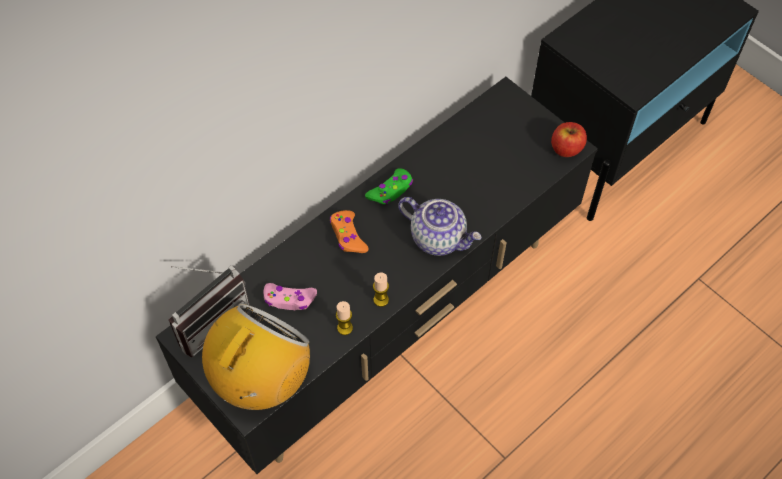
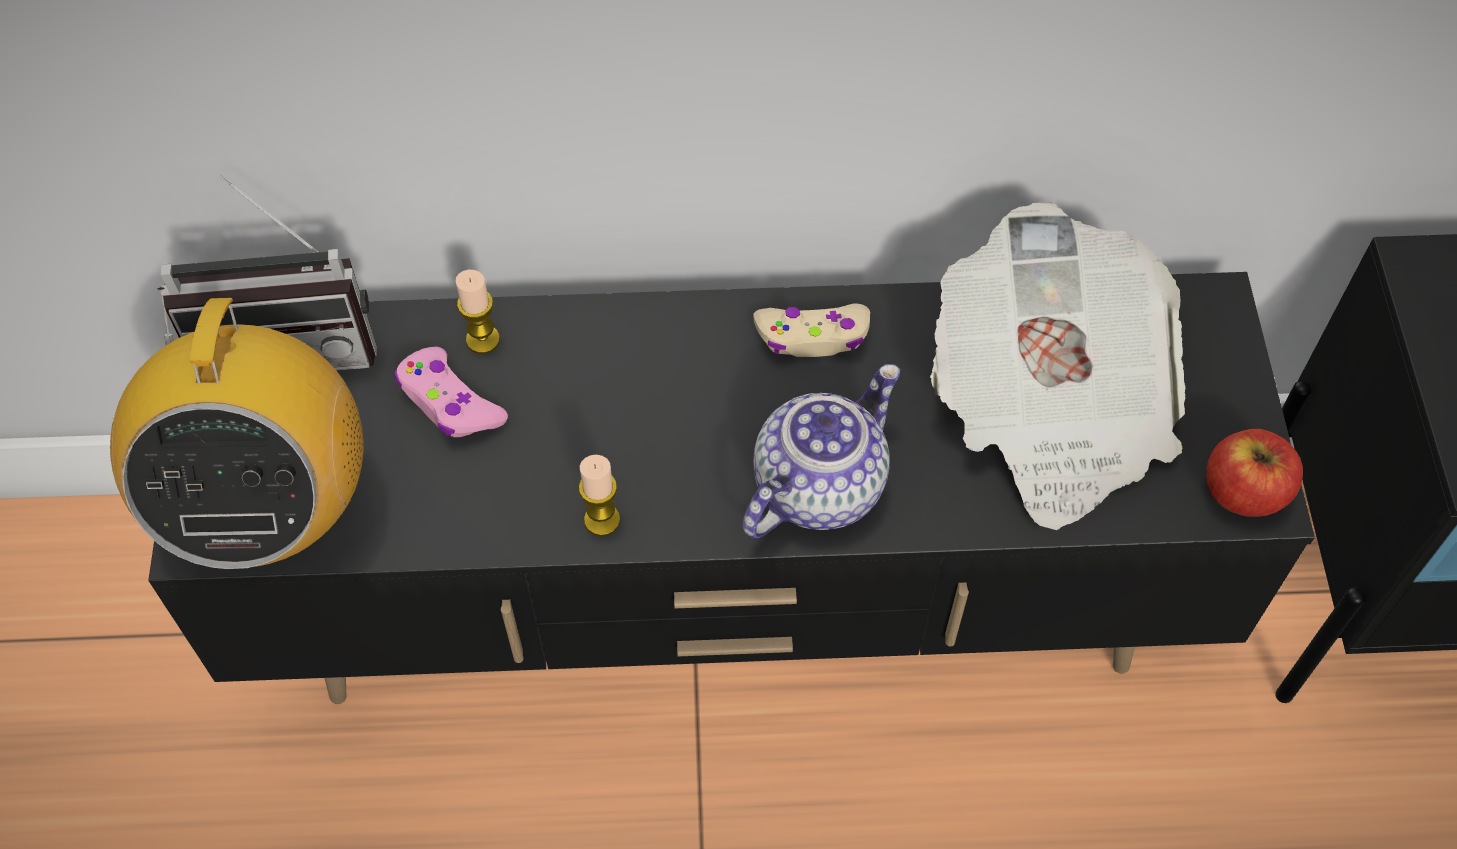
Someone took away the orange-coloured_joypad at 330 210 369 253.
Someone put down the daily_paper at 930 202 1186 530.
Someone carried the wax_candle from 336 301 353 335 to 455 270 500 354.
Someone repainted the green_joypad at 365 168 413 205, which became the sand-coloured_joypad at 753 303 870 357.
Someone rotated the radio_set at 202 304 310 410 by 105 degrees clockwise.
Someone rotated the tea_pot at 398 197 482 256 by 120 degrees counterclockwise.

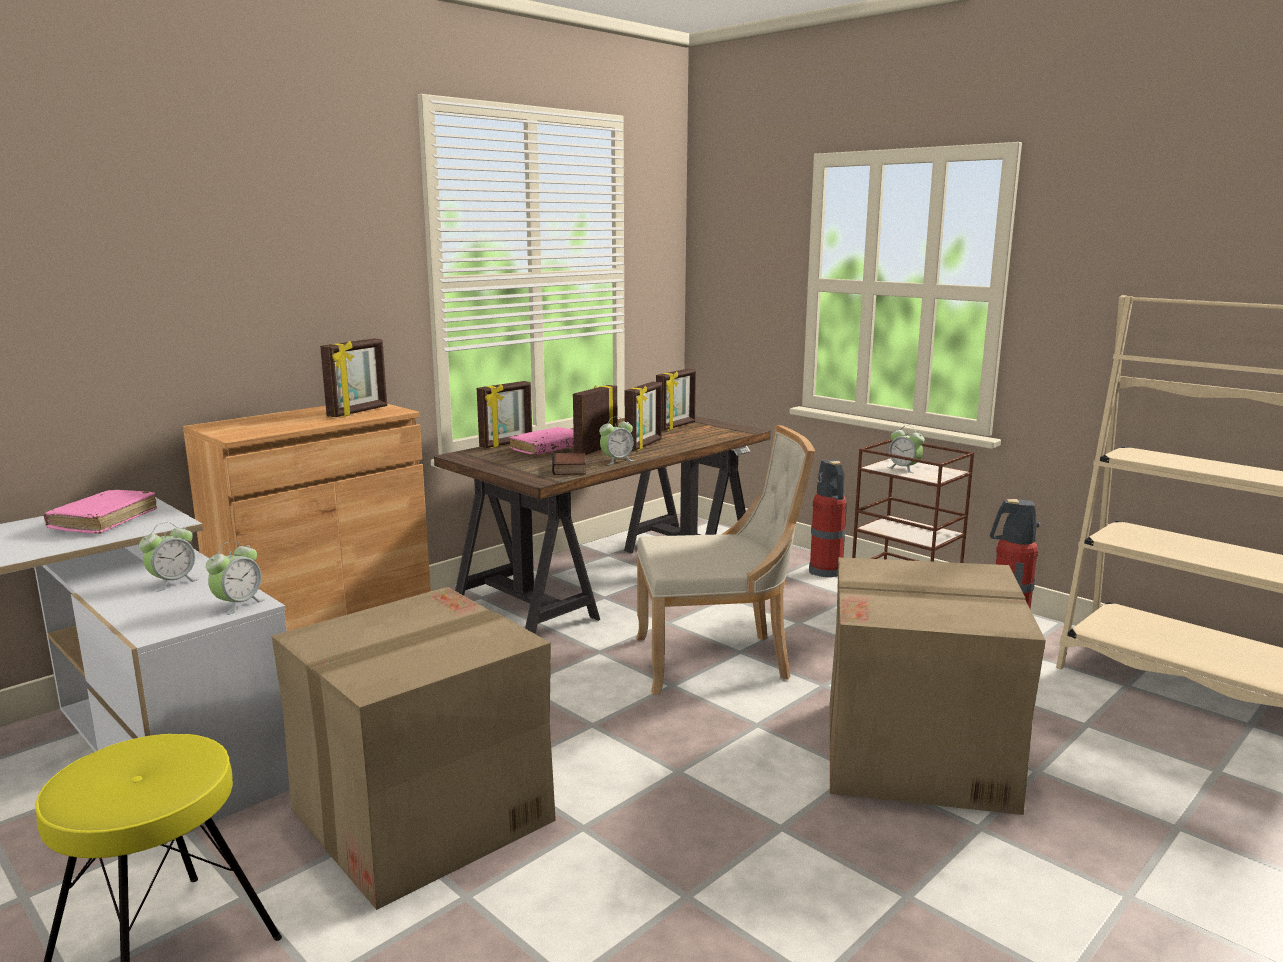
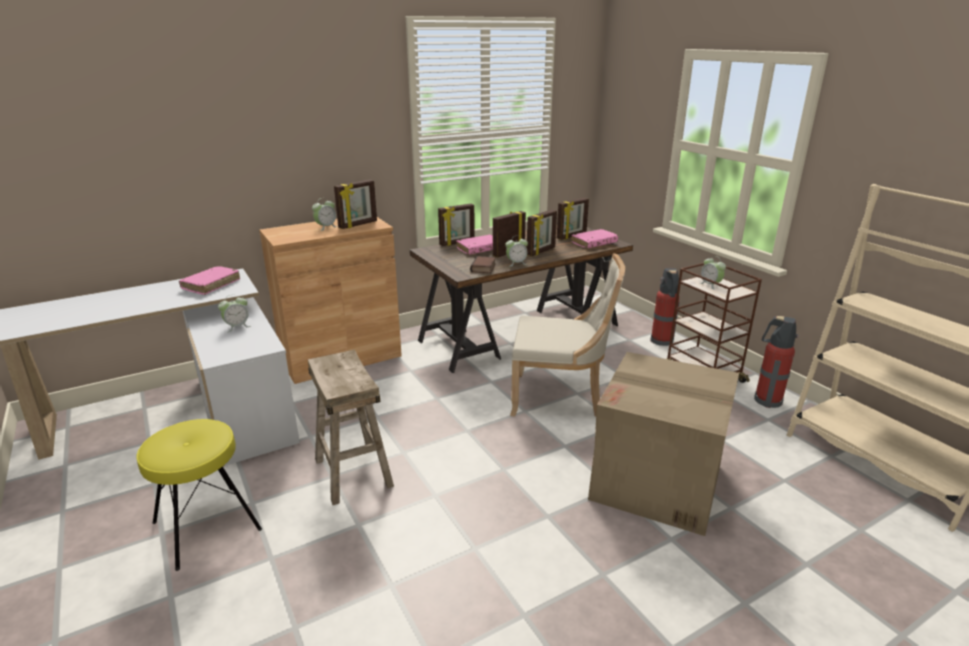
Someone put down the pink-coloured_book at 571 229 618 248.
Someone carried the bedside_clock from 206 541 265 615 to 312 198 338 231.
Someone swapped the carton at 271 587 556 910 for the sand-coloured_sitting_stool at 308 350 394 505.

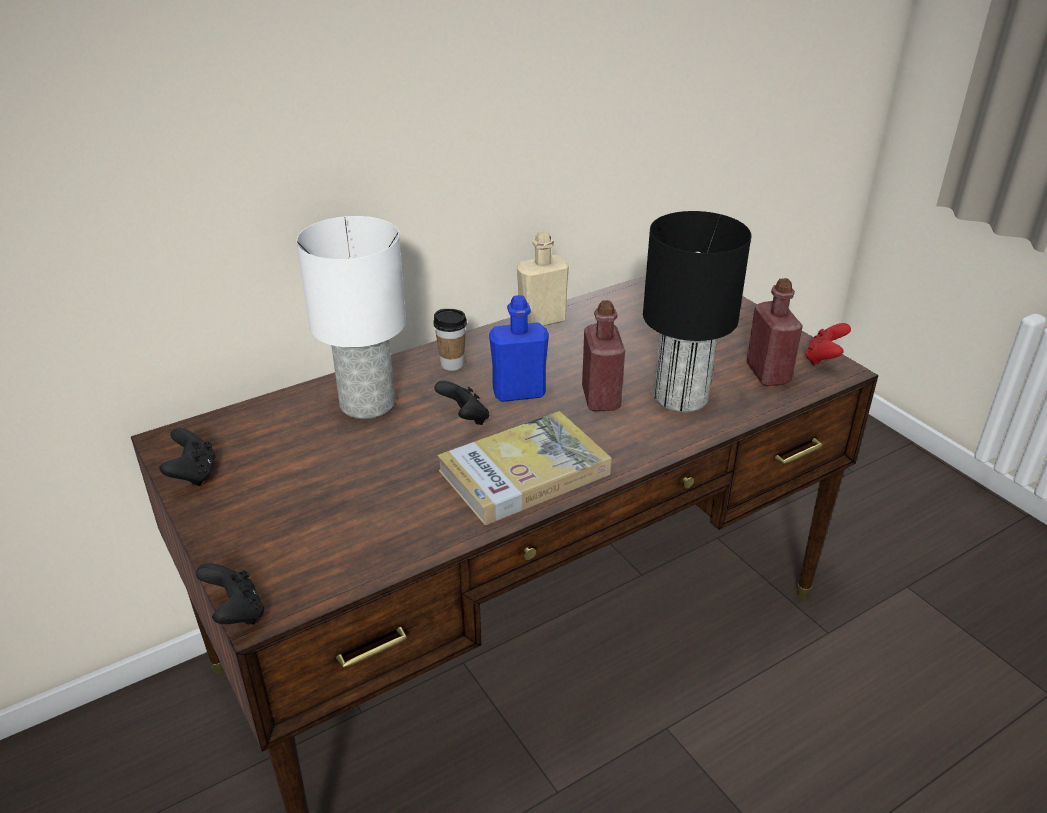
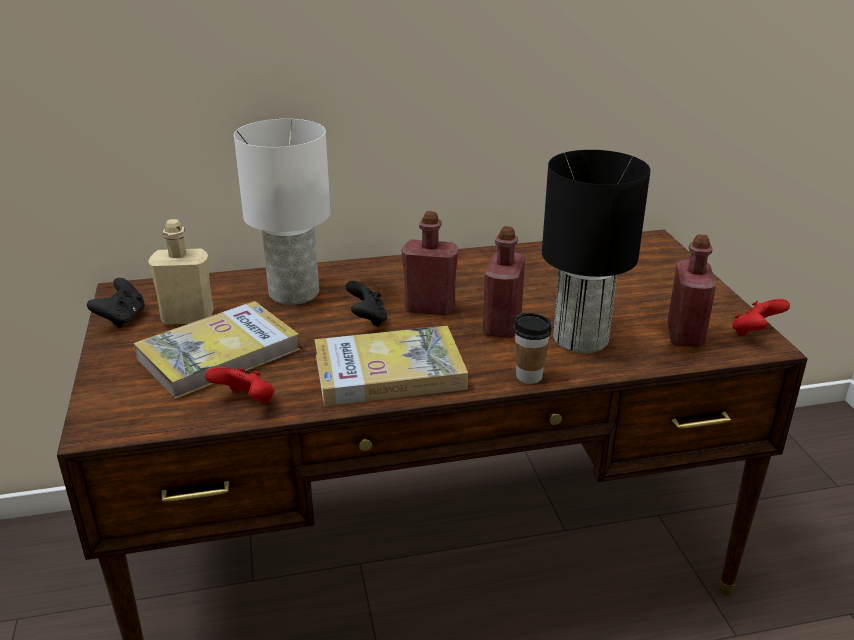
Someone took away the black_joypad at 196 563 264 625.
Someone put down the book at 134 301 300 399.
Someone put down the red-coloured_joypad at 205 367 275 403.
Someone carried the drinking_cup from 433 309 467 371 to 514 313 552 384.
Someone carried the sand-coloured_bottle from 517 230 569 326 to 148 219 214 325.
Someone repainted the blue-coloured_bottle at 489 295 549 402, which became the red-coloured_bottle at 402 211 459 316.

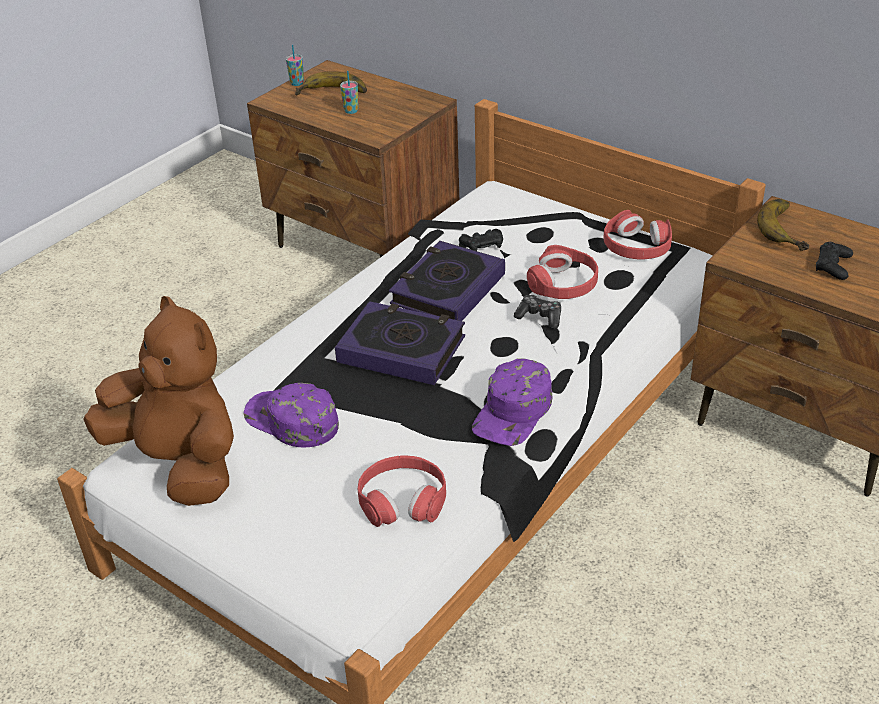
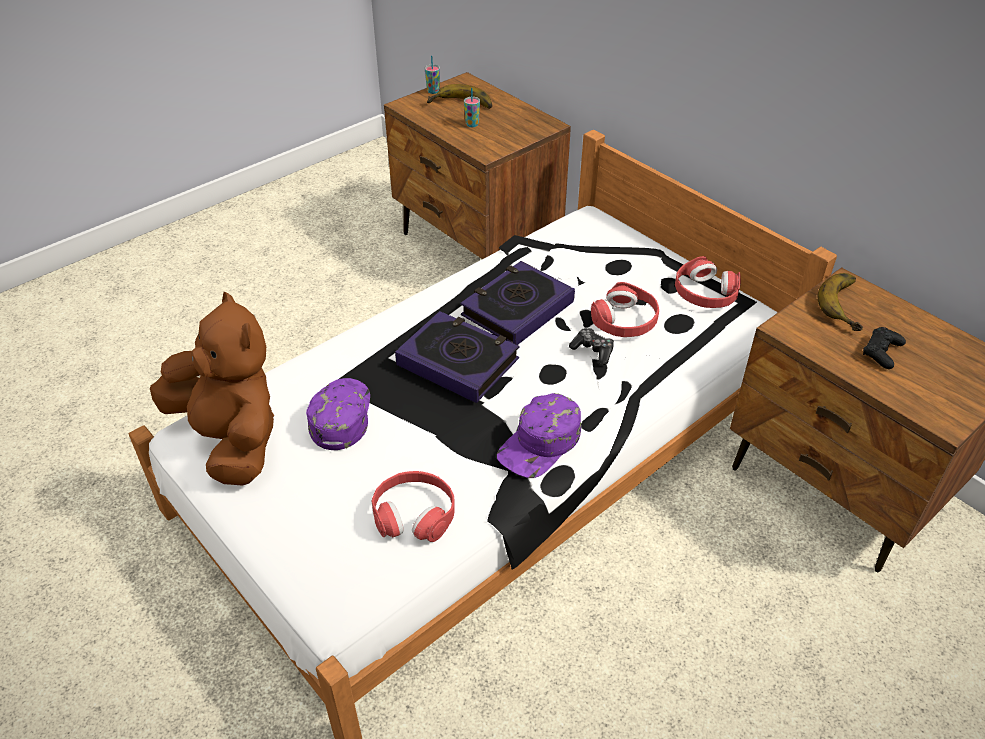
Someone took away the black_joypad at 459 229 503 251.
Someone rotated the purplish_baseball_cap at 243 383 339 447 by 45 degrees clockwise.

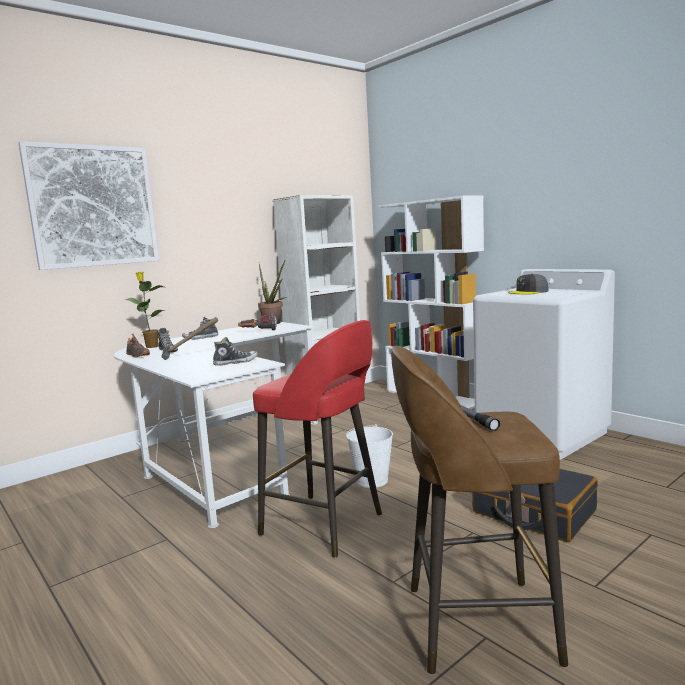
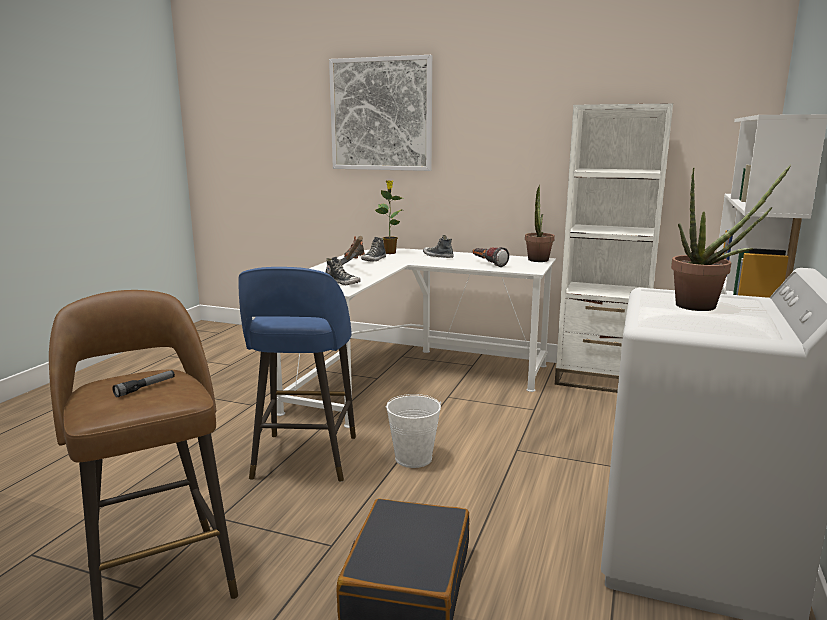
Someone swapped the grey_baseball_cap at 508 274 549 294 for the potted_plant at 671 164 791 311.
Someone repainted the red-coloured_sitting_stool at 253 320 382 558, which became the blue-coloured_sitting_stool at 238 267 356 482.

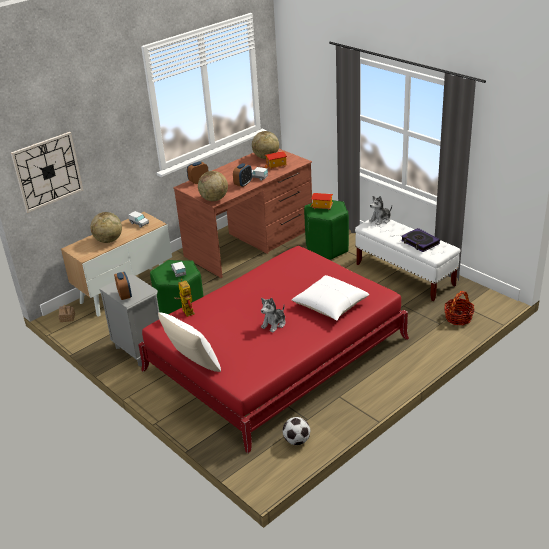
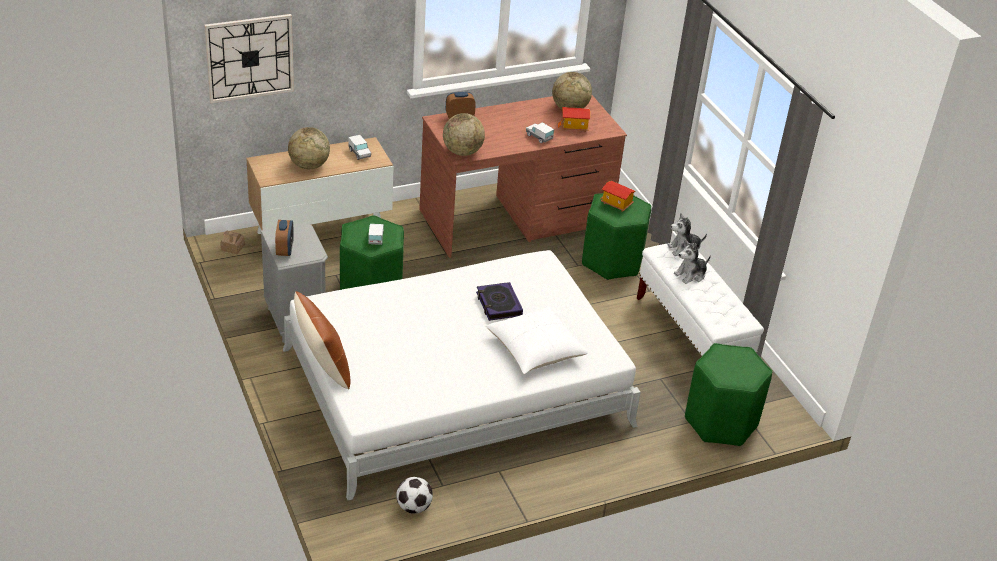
Someone took away the toy_robot at 174 279 195 317.
Someone took away the bedside_clock at 233 163 252 187.
Someone carried the soft_toy from 261 298 286 333 to 674 239 711 284.
Someone carried the book from 401 228 440 252 to 476 282 523 321.
Someone swapped the basket at 444 291 475 325 for the green_sitting_stool at 685 343 772 446.
Someone repainted the red-coloured_bed at 138 246 409 453, which became the white-coloured_bed at 283 250 641 501.
Someone repainted the white-coloured_pillow at 158 312 221 372, which became the brownish_pillow at 294 291 350 389.

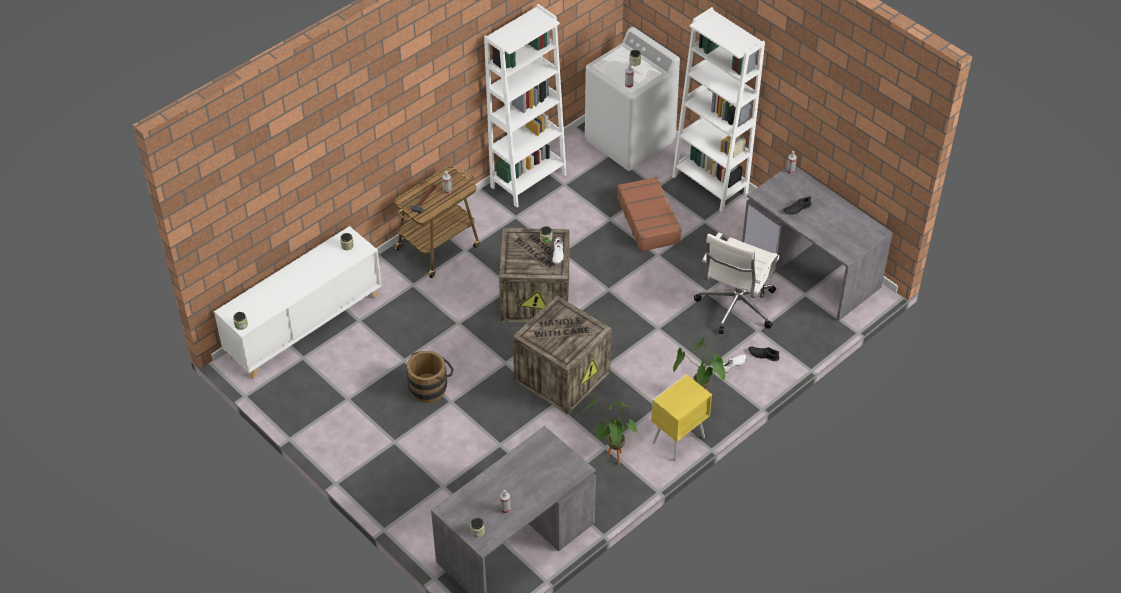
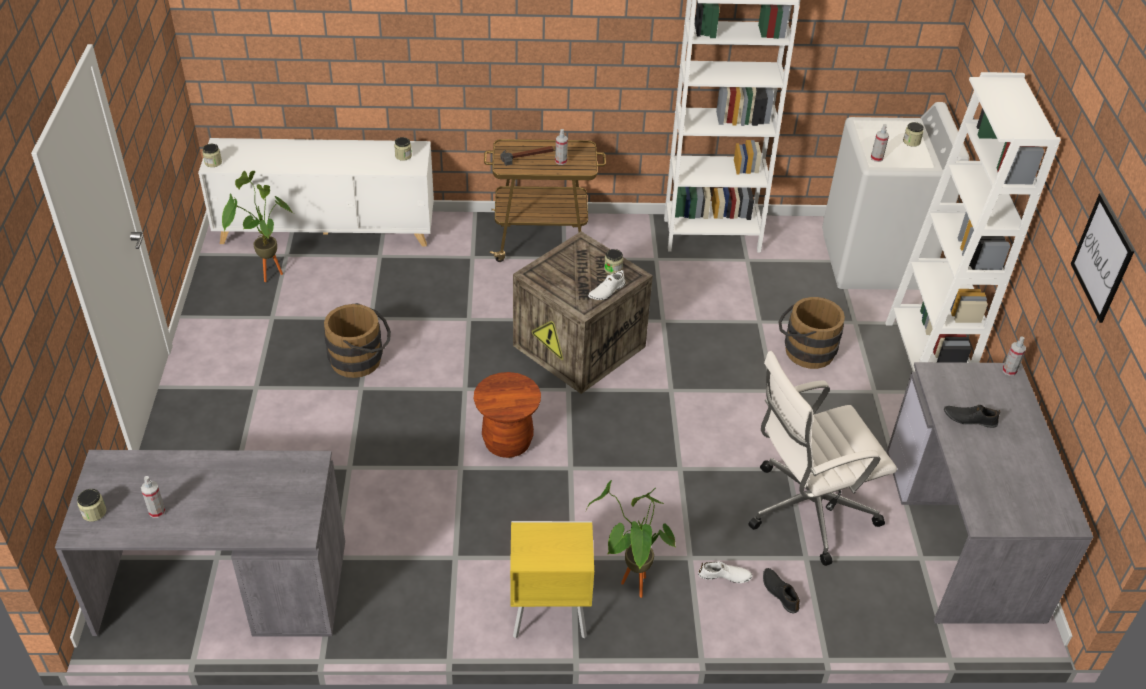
Someone put up the wall_art at 1071 193 1134 323.
Someone carried the potted_plant from 582 395 637 465 to 222 171 293 282.
Someone swapped the crate at 513 296 612 414 for the brownish_sitting_stool at 474 372 541 458.
Someone swapped the brownish_travel_case at 617 177 682 252 for the brownish_bucket at 778 297 845 369.

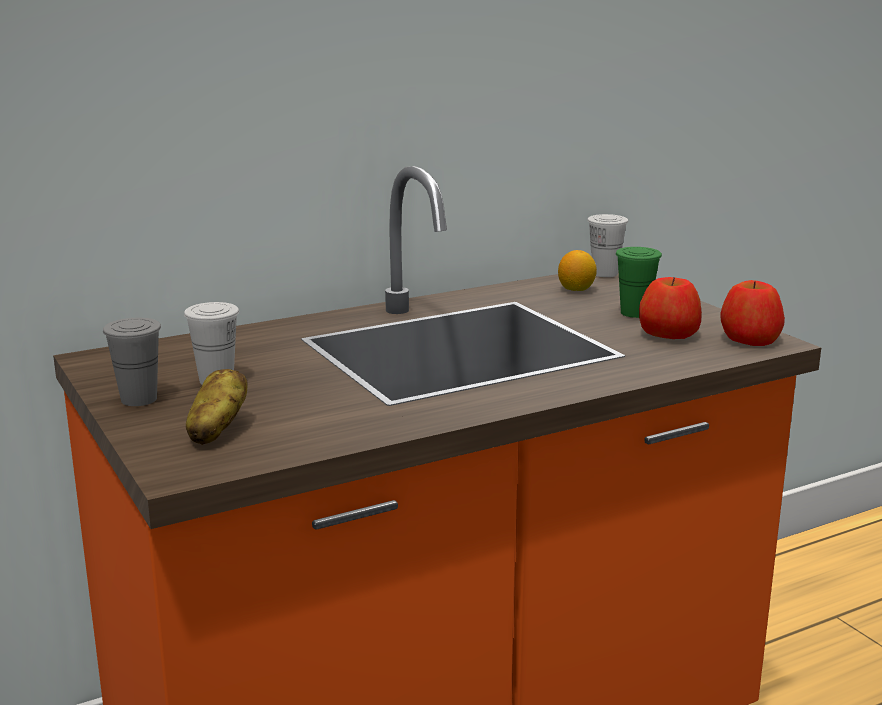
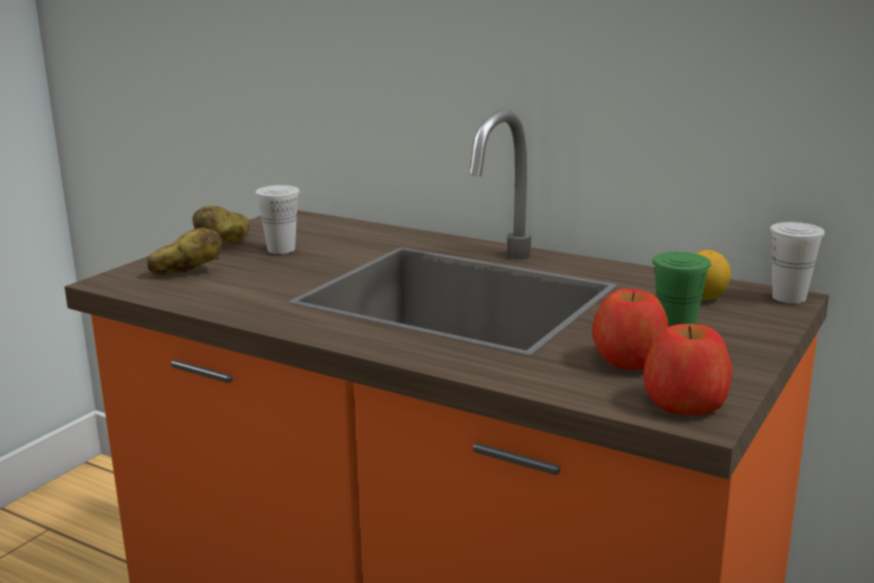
Someone swapped the grey_drinking_cup at 103 318 161 406 for the potato at 192 206 249 243.

